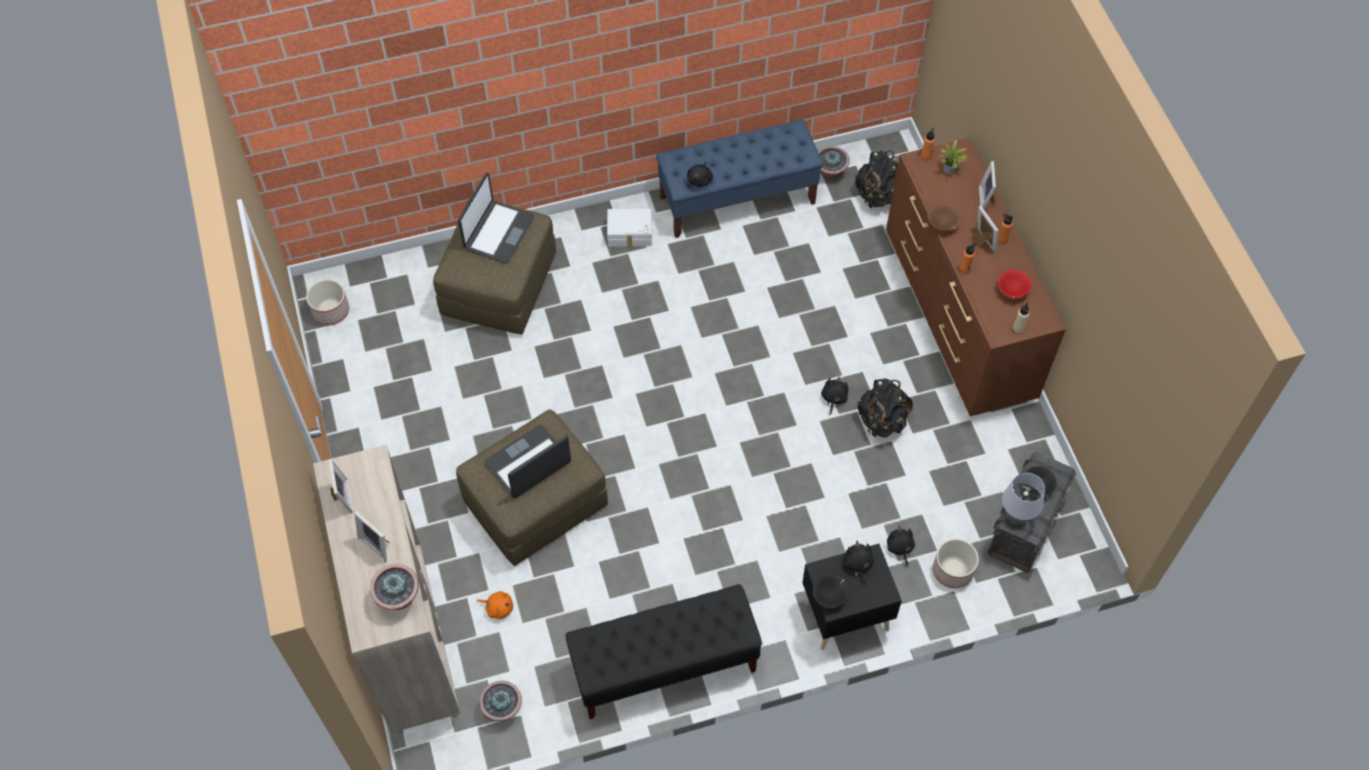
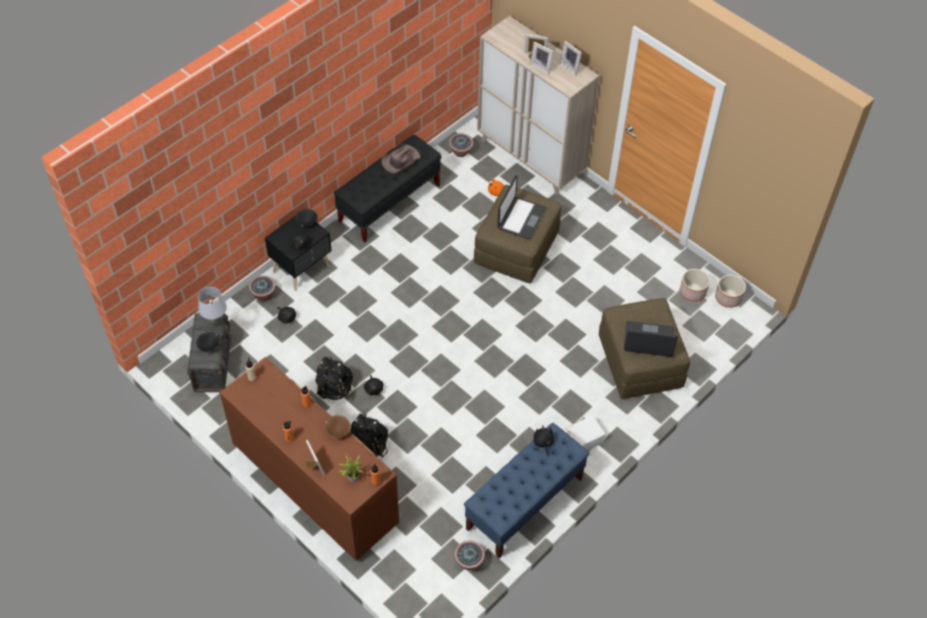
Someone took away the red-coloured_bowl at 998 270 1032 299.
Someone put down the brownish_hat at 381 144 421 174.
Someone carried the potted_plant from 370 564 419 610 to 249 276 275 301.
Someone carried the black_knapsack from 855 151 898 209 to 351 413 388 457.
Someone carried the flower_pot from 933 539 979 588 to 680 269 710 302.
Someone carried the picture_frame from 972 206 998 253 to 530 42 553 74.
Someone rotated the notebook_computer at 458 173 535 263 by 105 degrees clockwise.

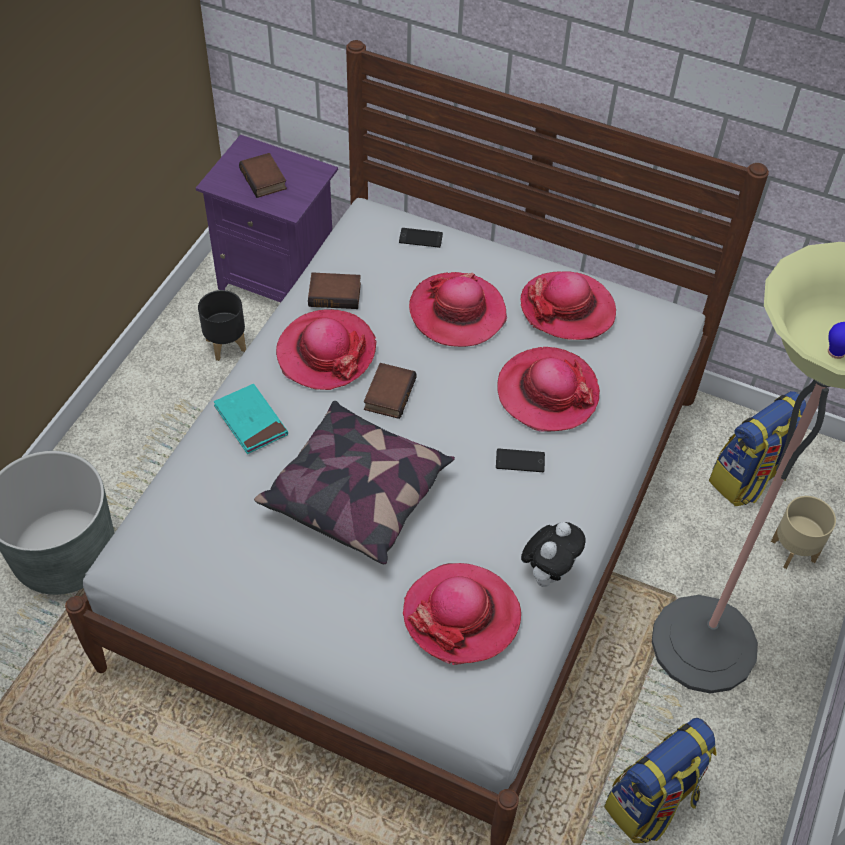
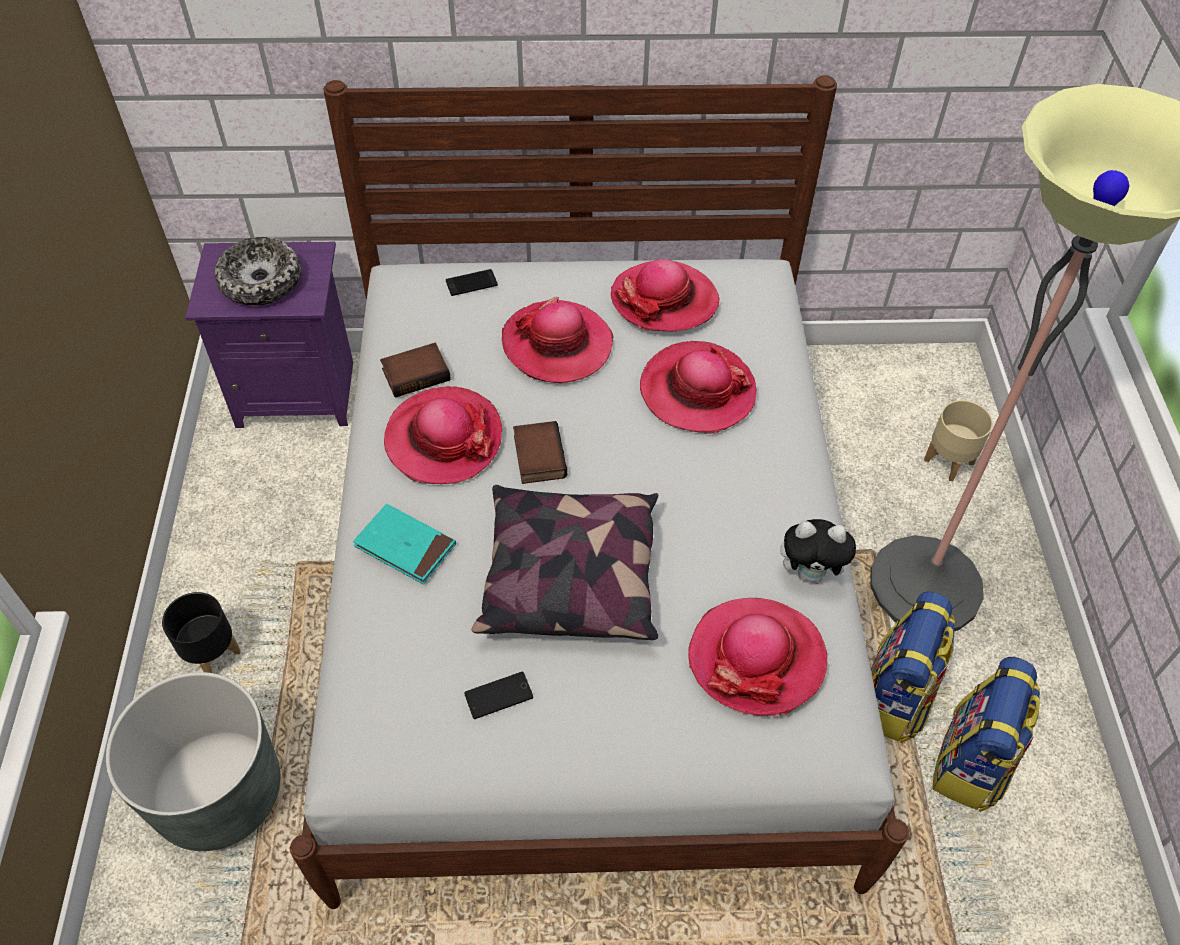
Someone carried the black_flower_pot from 198 290 246 361 to 162 592 241 673.
Someone carried the handset from 496 449 545 472 to 464 672 533 719.
Someone carried the knapsack from 709 391 806 506 to 871 591 955 743.
Someone swapped the book at 239 153 287 198 for the bowl at 214 237 301 306.
Someone rotated the soft_toy at 521 522 585 587 by 90 degrees clockwise.

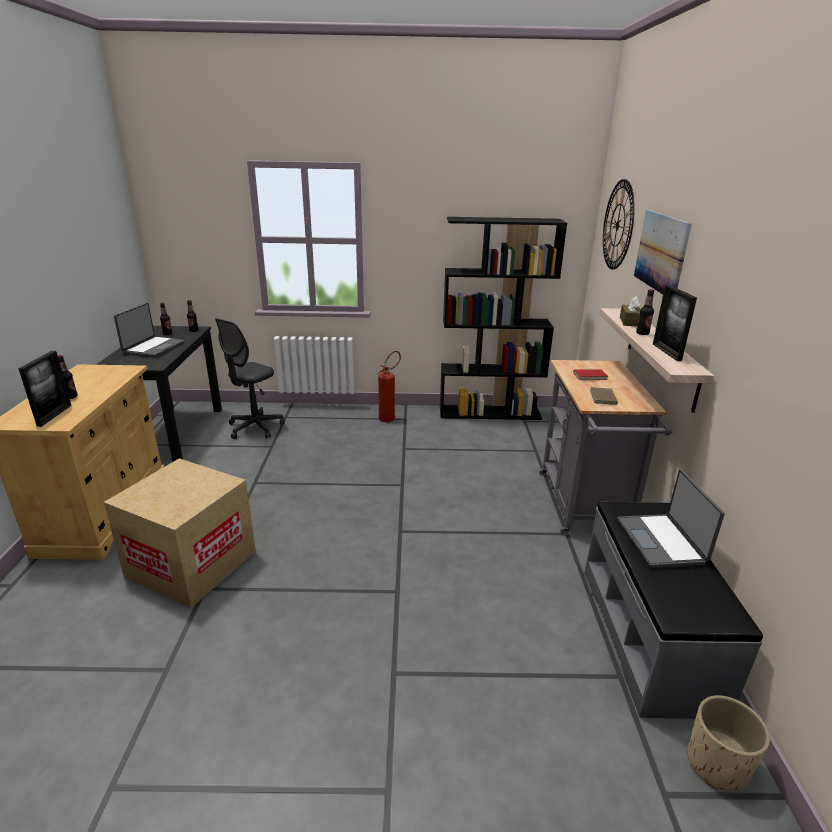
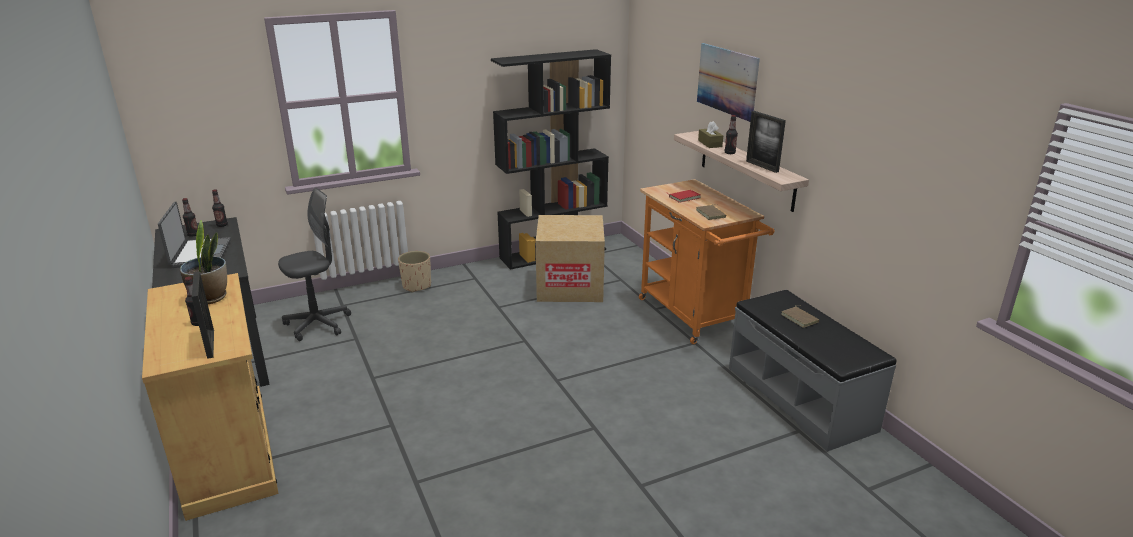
Someone took away the extinguisher at 378 351 401 422.
Someone took away the clock_on_the_wall at 603 179 635 270.
Someone put down the potted_plant at 180 220 227 304.
Someone carried the carton from 103 458 256 608 to 536 215 605 302.
Someone carried the sand-coloured_flower_pot from 687 695 770 792 to 398 251 431 293.
Someone swapped the notebook_computer at 617 470 725 569 for the brownish_book at 781 305 819 328.
Someone repainted the grey_trolley at 539 360 673 535, which became the orange-coloured_trolley at 639 179 775 344.
Someone rotated the grey_computer_chair at 215 318 285 439 by 135 degrees counterclockwise.

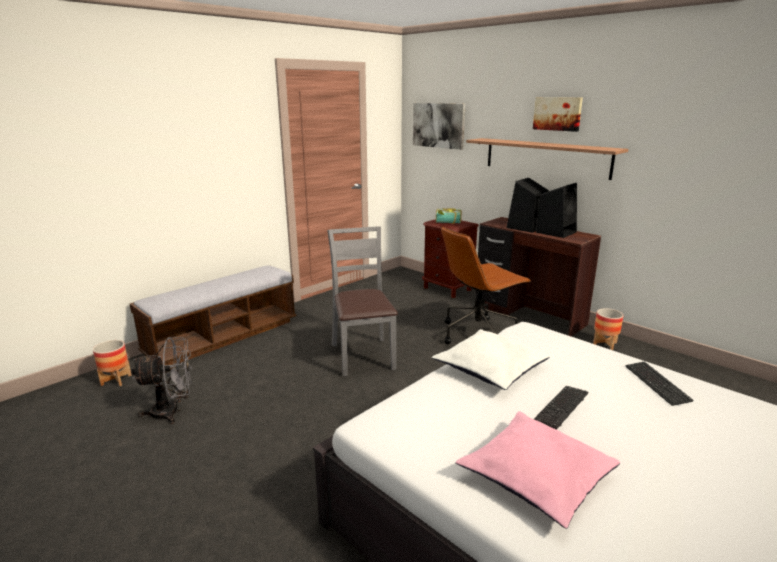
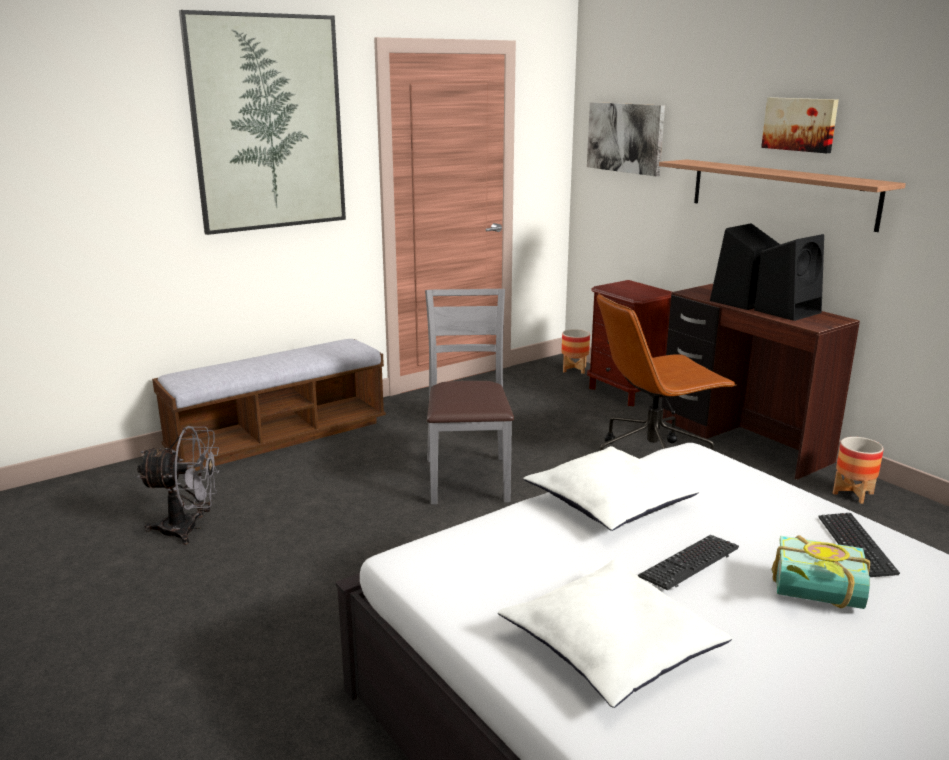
Someone put up the wall_art at 179 10 346 235.
Someone carried the flower_pot from 93 340 132 386 to 562 329 590 374.
Someone carried the book from 436 208 462 224 to 771 535 870 609.
Someone repainted the pink-coloured_pillow at 456 411 620 529, which became the white-coloured_pillow at 498 559 732 708.

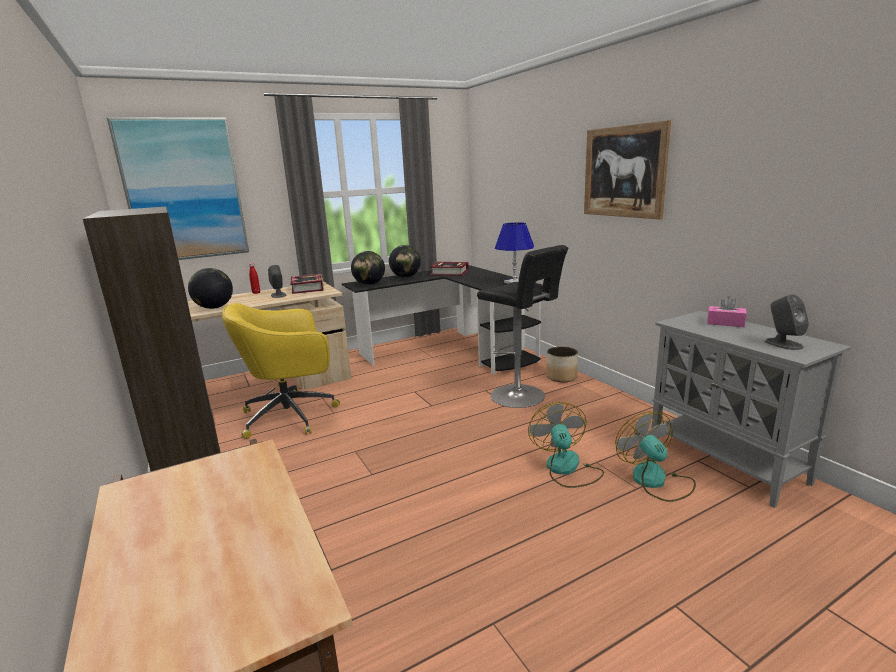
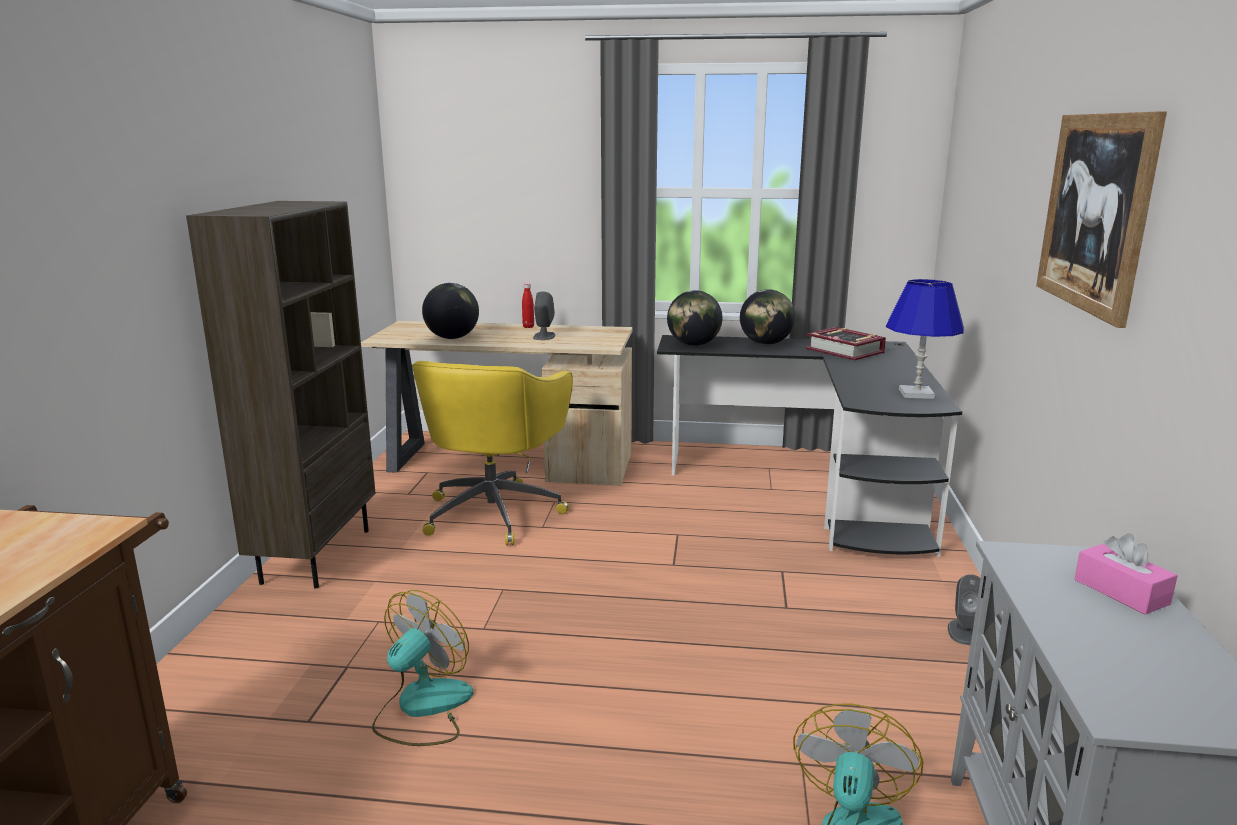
Someone took away the wall_art at 107 117 249 260.
Someone took away the book at 291 274 324 294.
Someone took away the black_sitting_stool at 477 245 569 408.
Someone took away the flower_pot at 546 347 578 382.
Someone carried the fan from 528 402 604 488 to 372 590 473 746.
Someone carried the grey_audio_speaker from 765 294 809 350 to 948 574 981 645.
Someone rotated the yellow_computer_chair at 222 303 340 439 by 90 degrees counterclockwise.

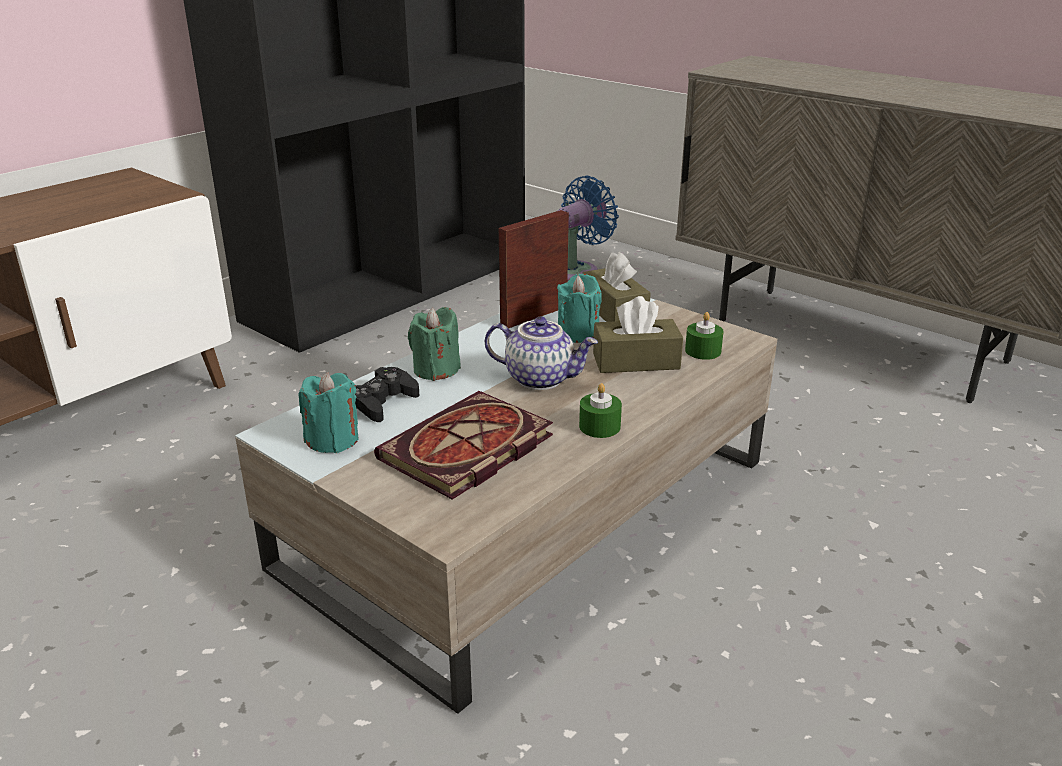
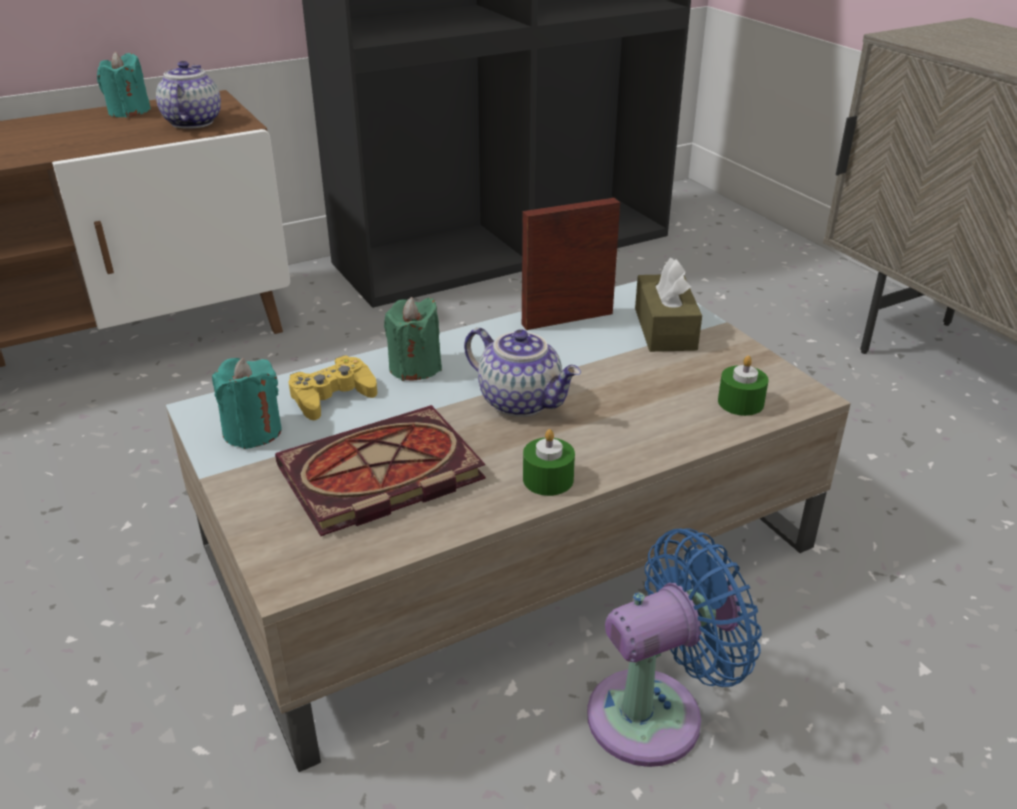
Someone took away the brownish_tissue_box at 593 296 683 373.
Someone put down the tea_pot at 156 61 221 129.
Someone carried the blue-coloured_fan from 557 175 619 281 to 587 528 762 767.
Someone carried the turquoise-coloured_wax_candle from 557 274 602 343 to 97 52 151 118.
Someone repainted the black_joypad at 355 367 419 422, which became the yellow_joypad at 288 355 377 420.

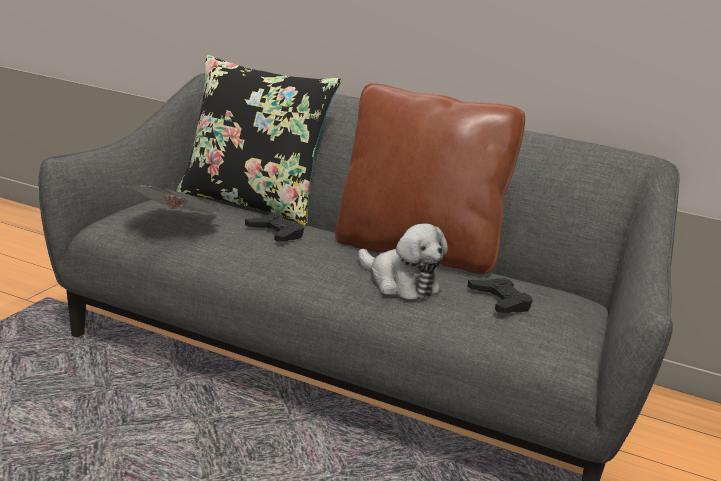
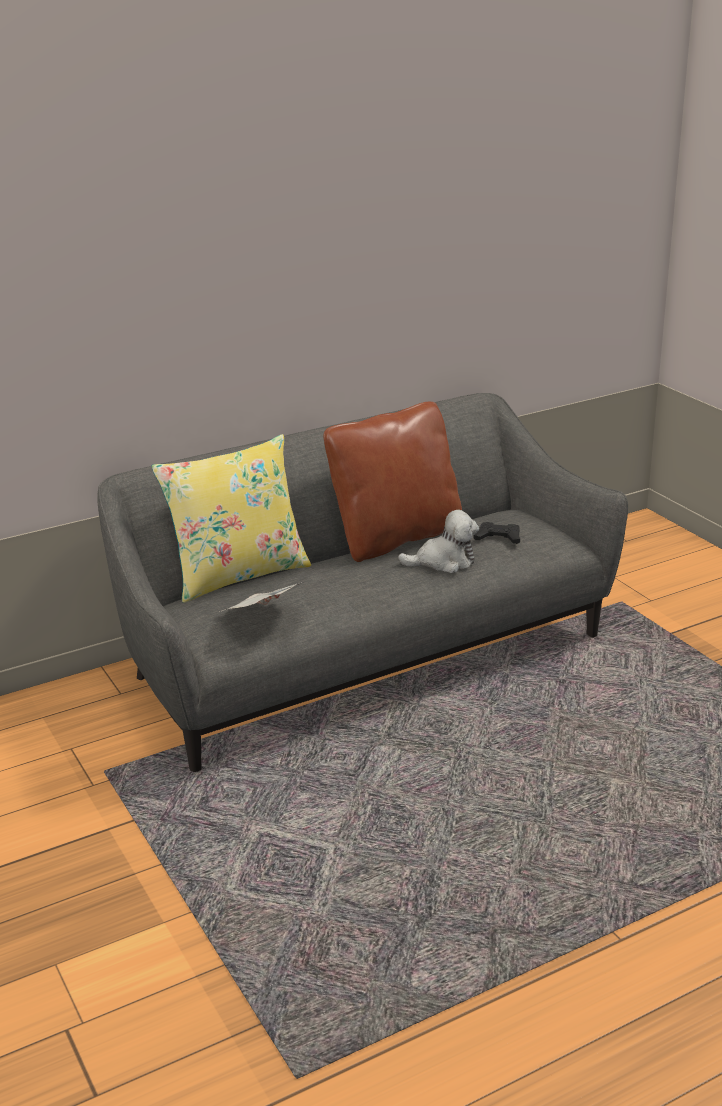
Someone took away the black_joypad at 245 213 304 242.
Someone repainted the black_pillow at 176 55 341 226, which became the yellow_pillow at 151 434 311 603.

